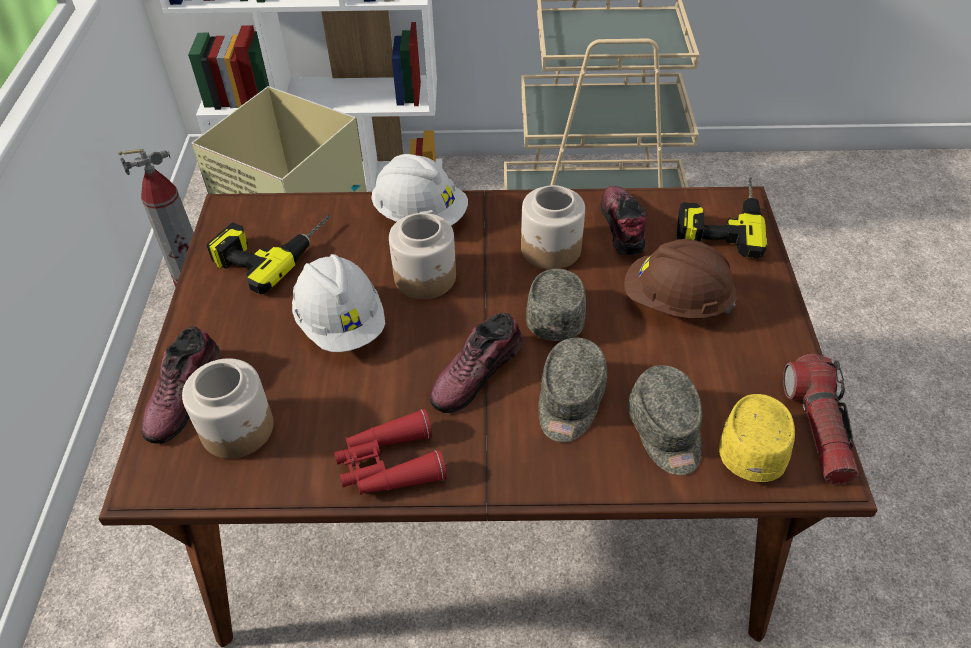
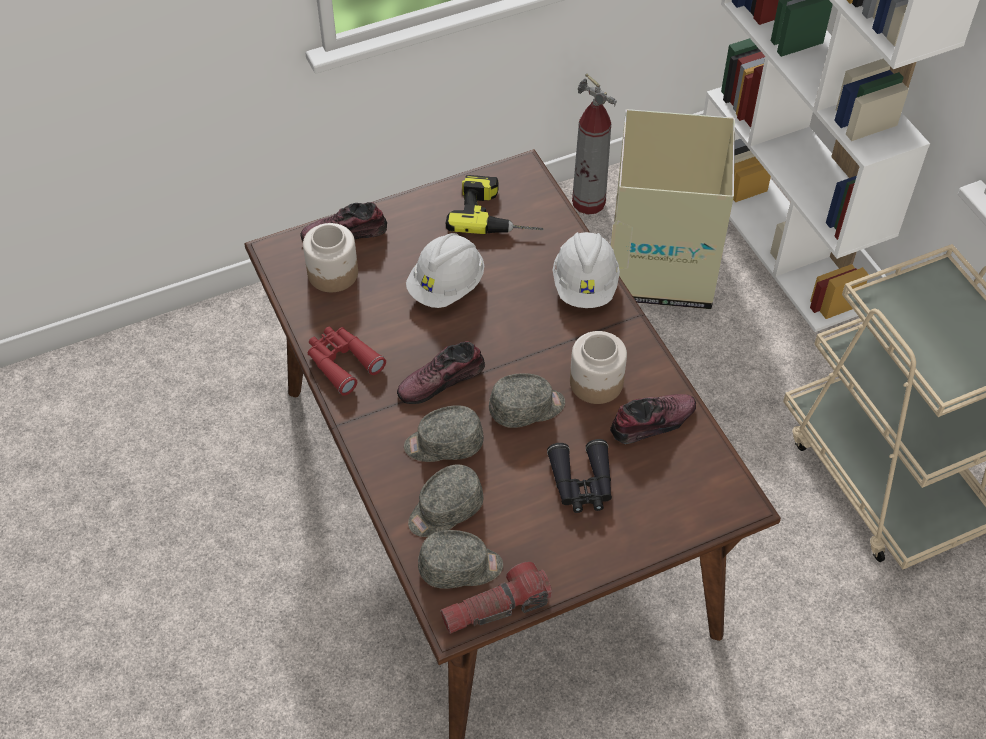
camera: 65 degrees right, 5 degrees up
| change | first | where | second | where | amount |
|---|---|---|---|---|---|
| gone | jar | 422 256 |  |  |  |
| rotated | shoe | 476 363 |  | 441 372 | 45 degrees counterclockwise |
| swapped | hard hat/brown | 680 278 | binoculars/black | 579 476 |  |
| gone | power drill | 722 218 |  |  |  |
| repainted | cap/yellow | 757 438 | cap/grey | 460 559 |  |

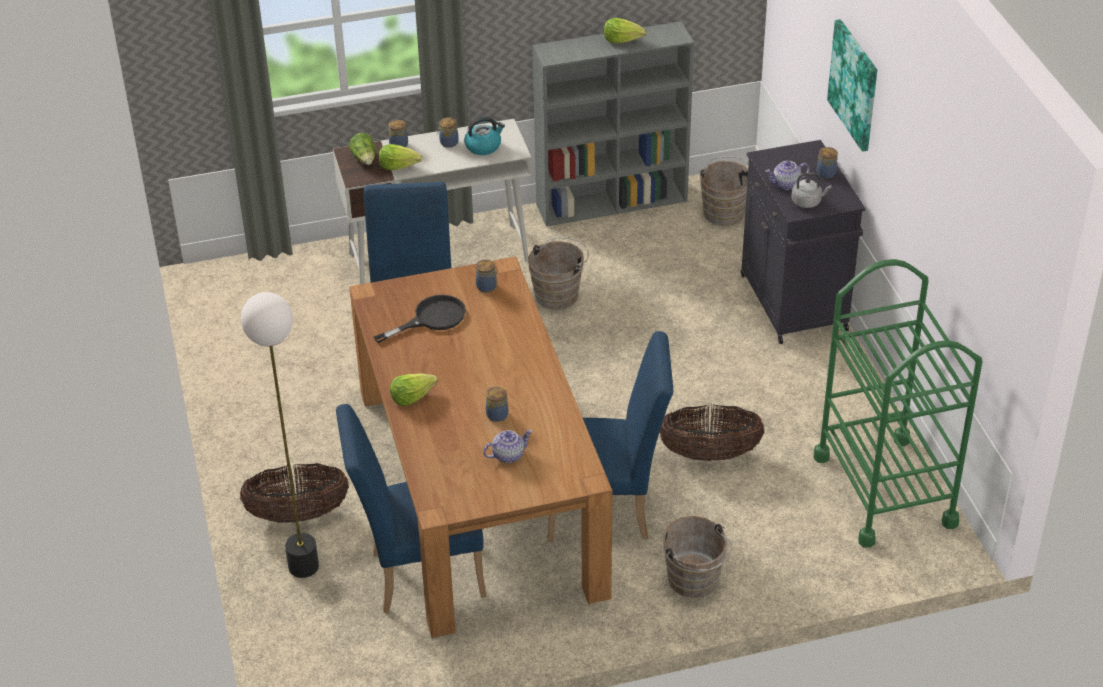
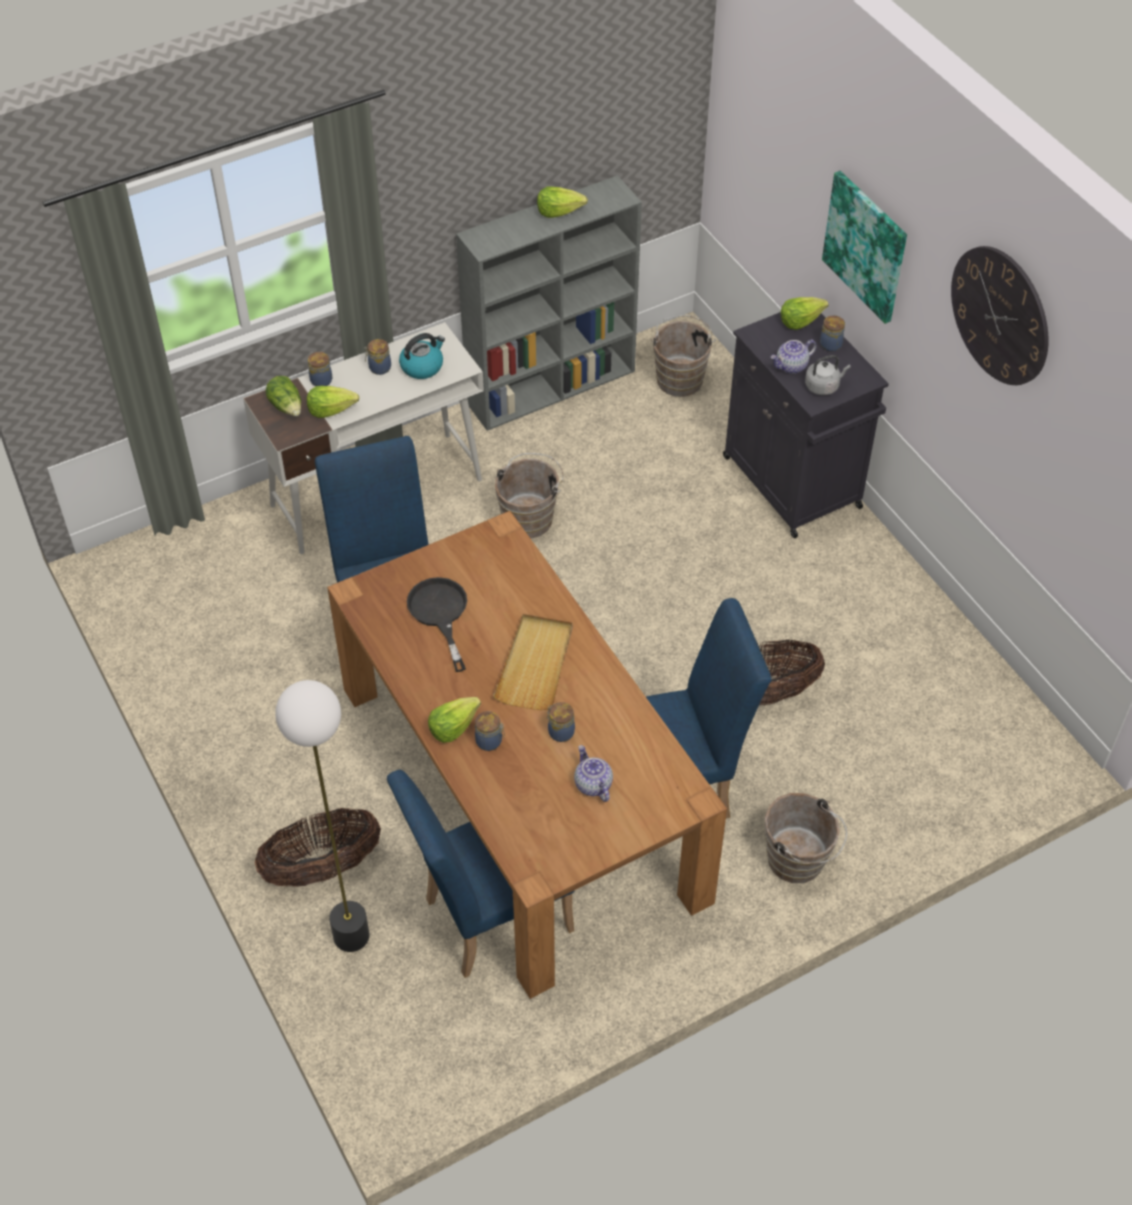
camera: 15 degrees left, 10 degrees up
| change | first | where | second | where | amount |
|---|---|---|---|---|---|
| rotated | frying pan/black | 420 319 |  | 437 624 | 60 degrees counterclockwise |
| shifted | jar | 487 276 |  | 490 731 |  |
| rotated | teapot | 508 446 |  | 593 773 | 75 degrees counterclockwise |
| gone | cart/green | 898 403 |  |  |  |
| new |  |  | tray/beige | 533 662 |  |
| new |  |  | lettuce | 805 313 |  |
| new |  |  | wall clock | 1000 315 |  |

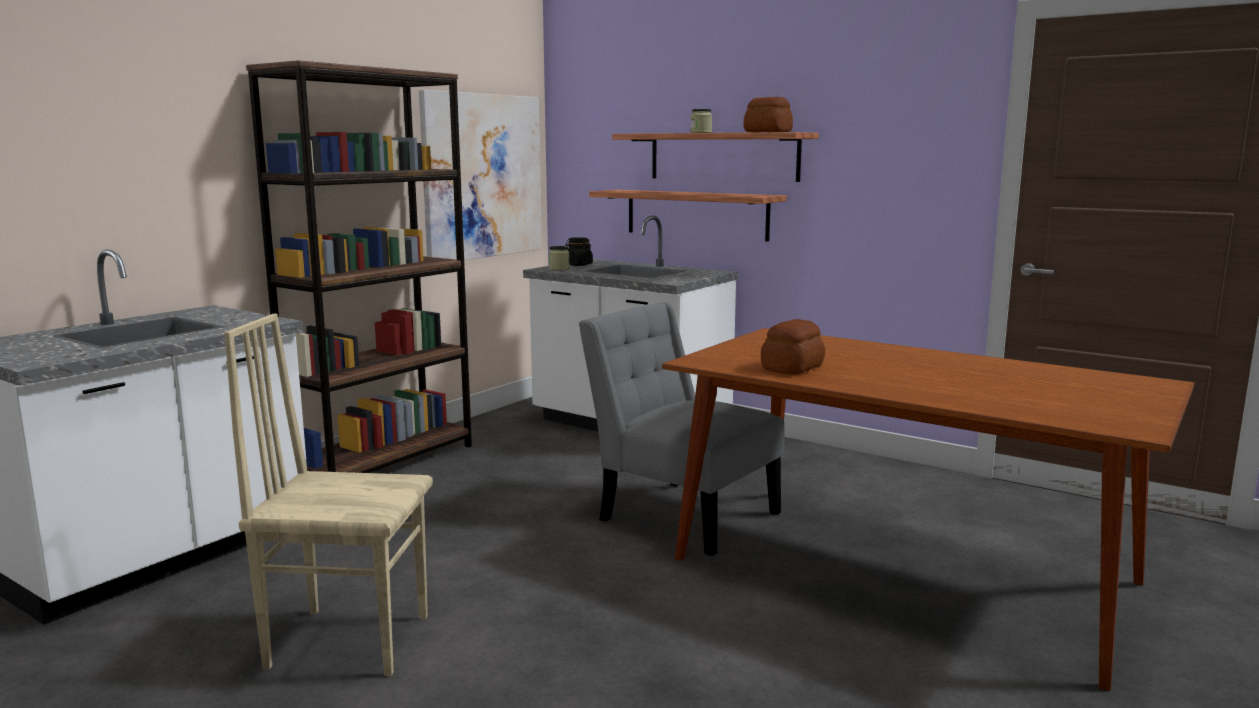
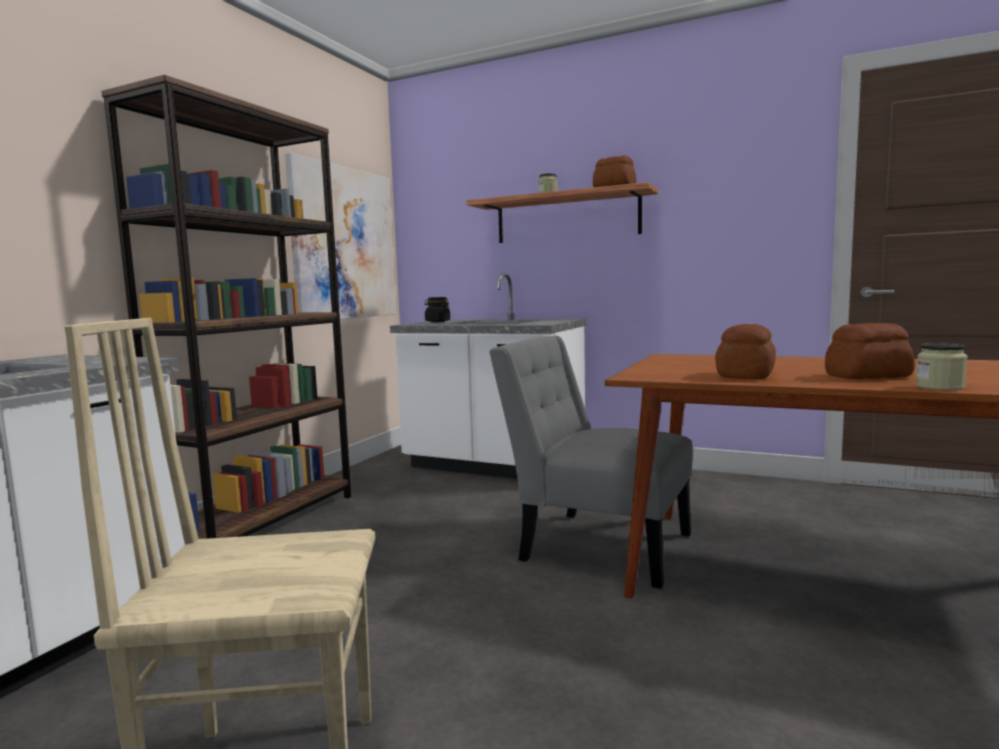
camera: 10 degrees left, 5 degrees down
| change | first | where | second | where | amount |
|---|---|---|---|---|---|
| shifted | jar | 559 258 |  | 942 366 |  |
| gone | shelf | 688 216 |  |  |  |
| new |  |  | bread | 870 351 |  |

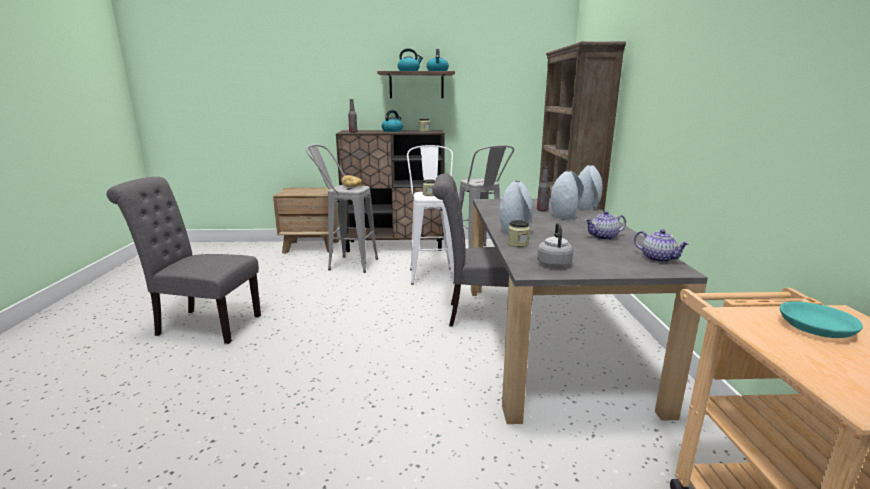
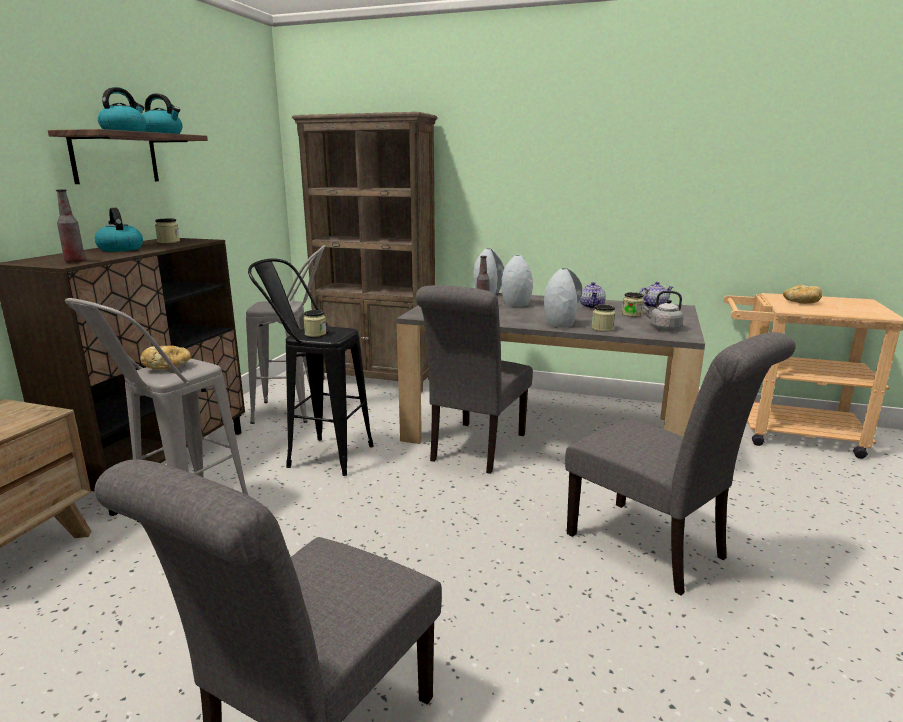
camera: 70 degrees left, 0 degrees up
| change | first | where | second | where | amount |
|---|---|---|---|---|---|
| repainted | stool/white | 431 215 | stool/black | 311 367 |  |
| swapped | bowl/turquoise | 821 319 | bread | 802 294 |  |
| new |  |  | chair/grey | 680 463 |  |
| new |  |  | jar | 633 304 |  |

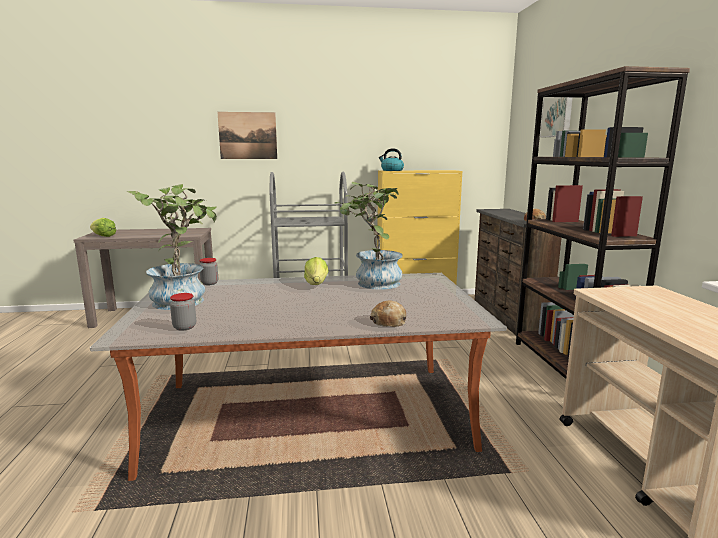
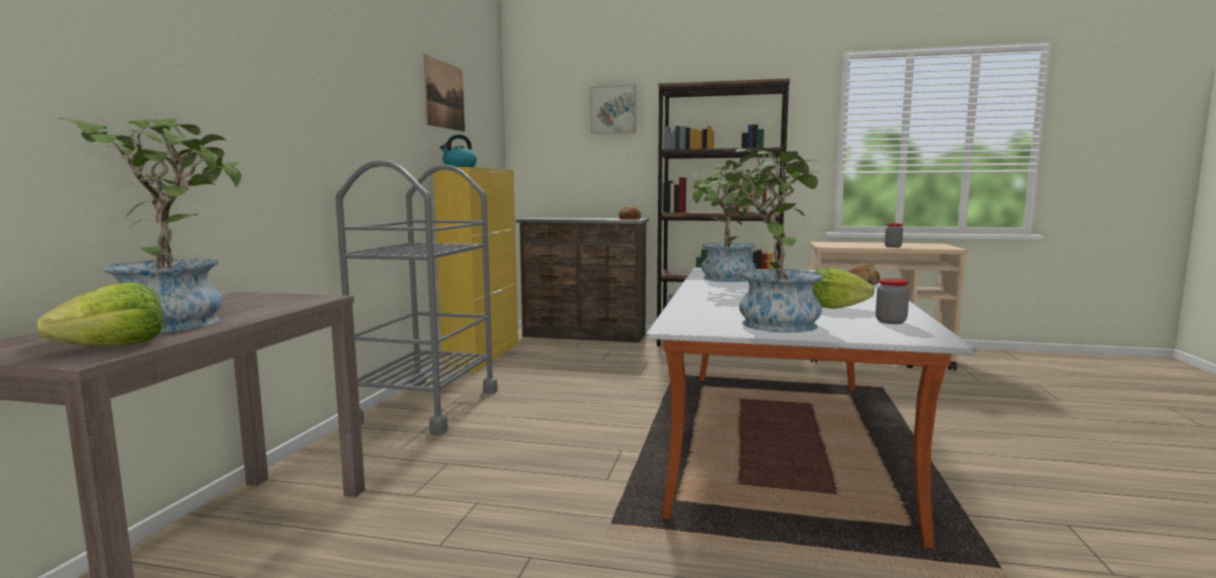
camera: 70 degrees left, 5 degrees down
| change | first | where | second | where | amount |
|---|---|---|---|---|---|
| shifted | jar | 208 271 |  | 894 235 |  |
| shifted | picture | 247 135 |  | 444 93 |  |
| shifted | lettuce | 316 271 |  | 844 288 |  |
| new |  |  | potted plant | 151 225 |  |

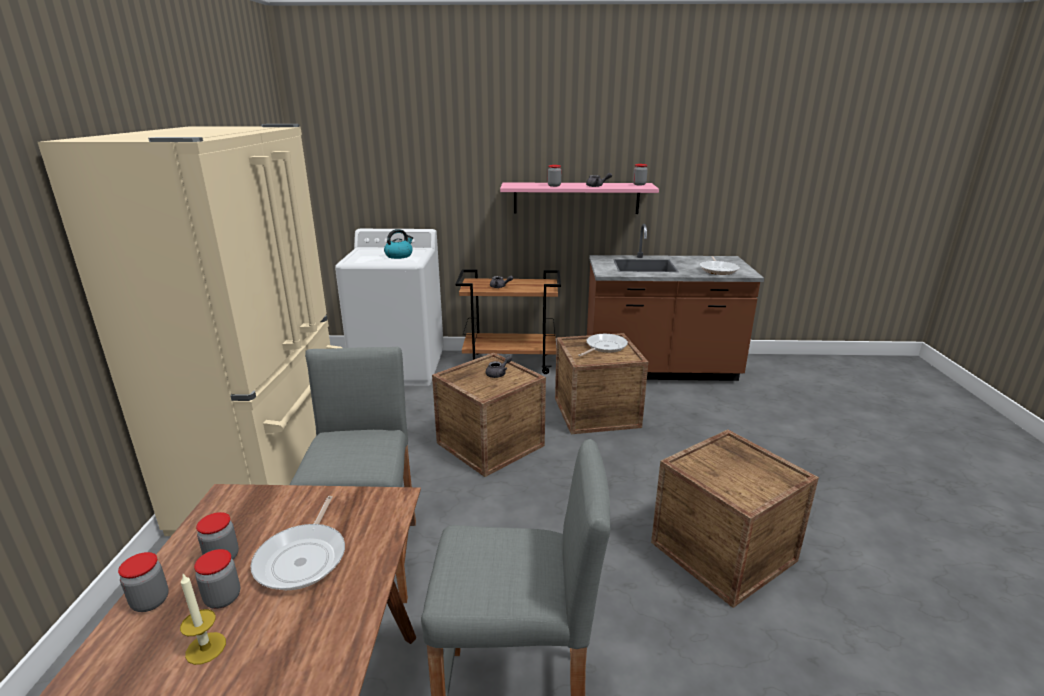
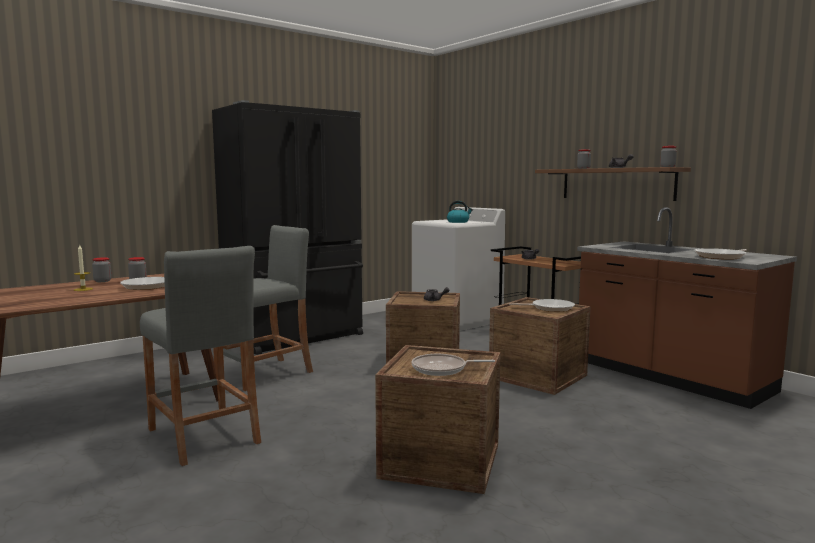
camera: 50 degrees right, 15 degrees down
| change | first | where | second | where | amount |
|---|---|---|---|---|---|
| repainted | fridge/beige | 190 330 | fridge/black | 287 227 |  |
| gone | jar | 217 579 |  |  |  |
| repainted | shelf/pink | 579 198 | shelf/brown | 613 184 |  |
| new |  |  | frying pan | 453 365 |  |

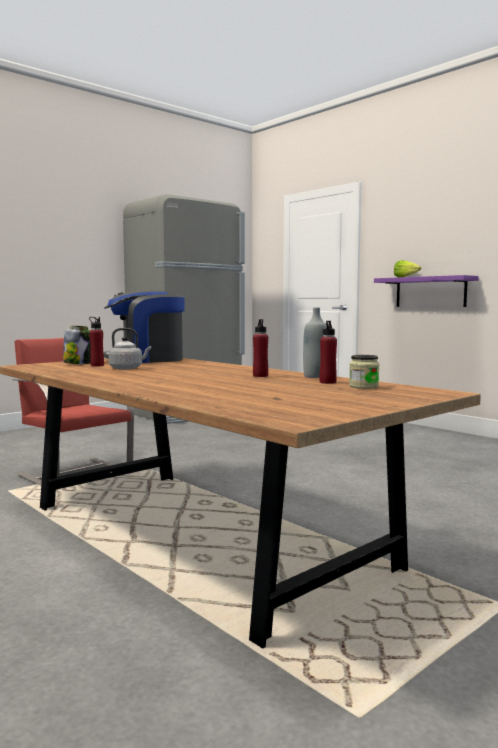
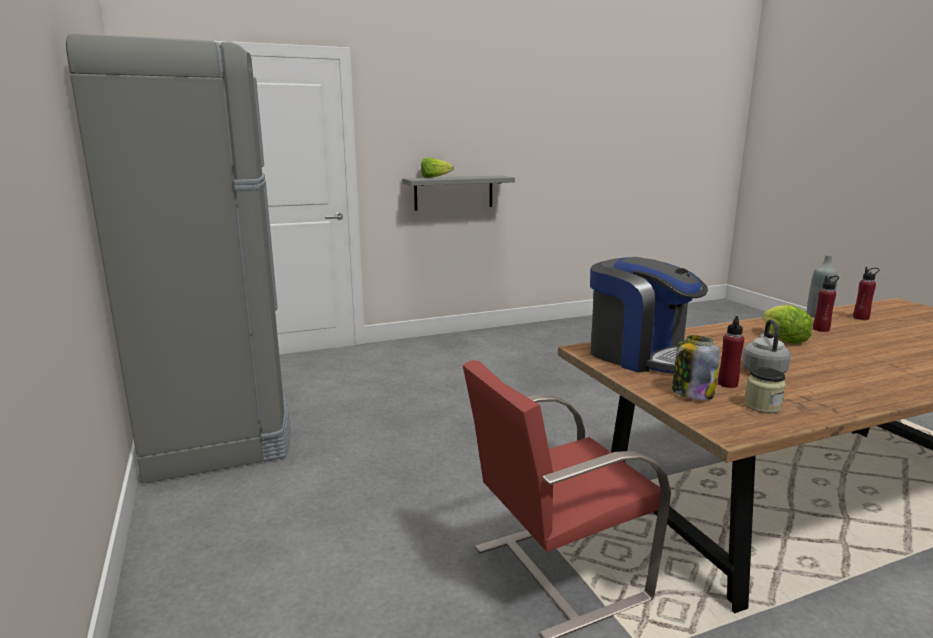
camera: 70 degrees left, 10 degrees up
| change | first | where | second | where | amount |
|---|---|---|---|---|---|
| rotated | coffee machine | 144 326 |  | 649 315 | 45 degrees counterclockwise |
| shifted | jar | 364 372 |  | 765 390 |  |
| repainted | shelf/purple | 426 291 | shelf/grey | 458 193 |  |
| new |  |  | lettuce | 787 324 |  |

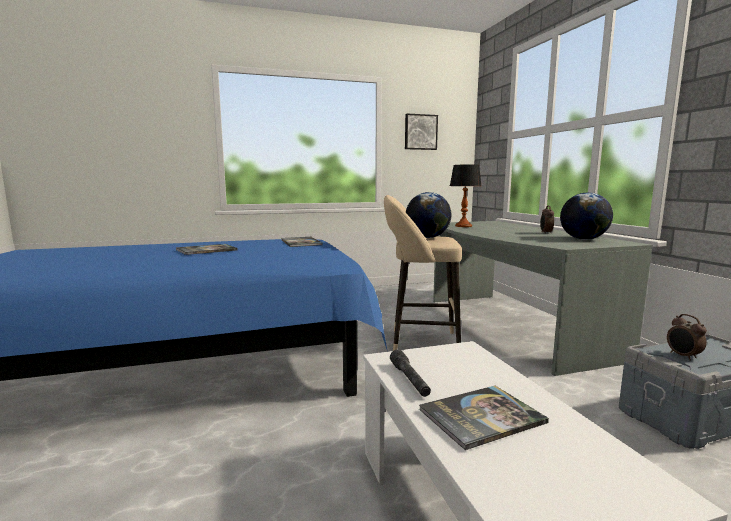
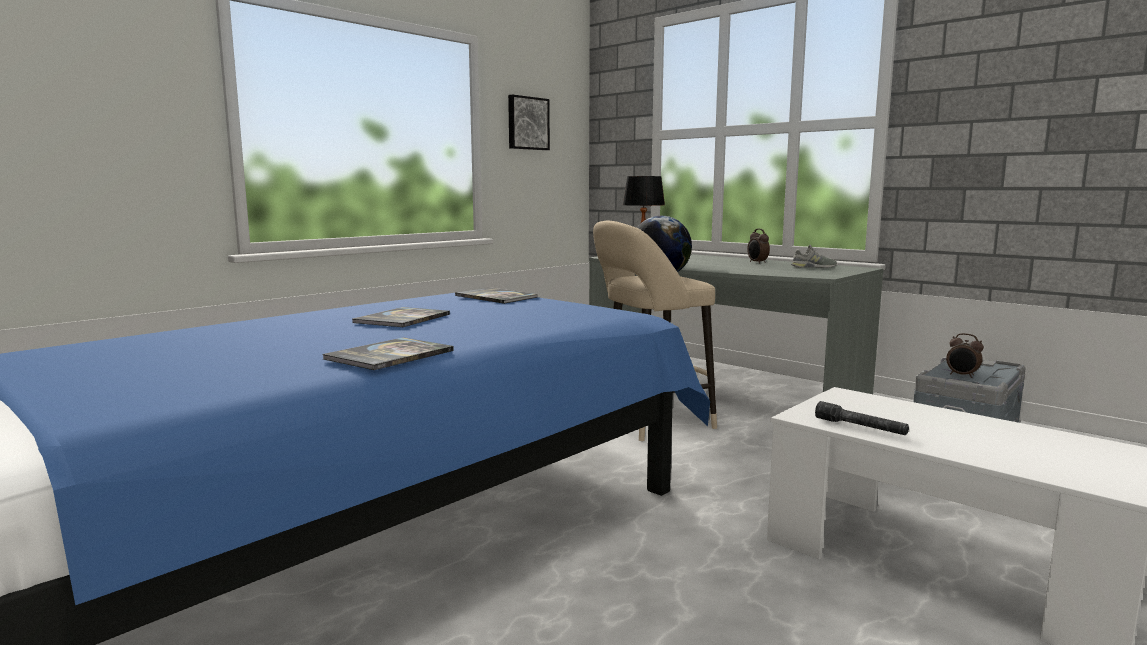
camera: 30 degrees left, 0 degrees up
| change | first | where | second | where | amount |
|---|---|---|---|---|---|
| shifted | book | 484 418 |  | 388 354 |  |
| swapped | globe | 586 216 | shoe/grey | 814 256 |  |

